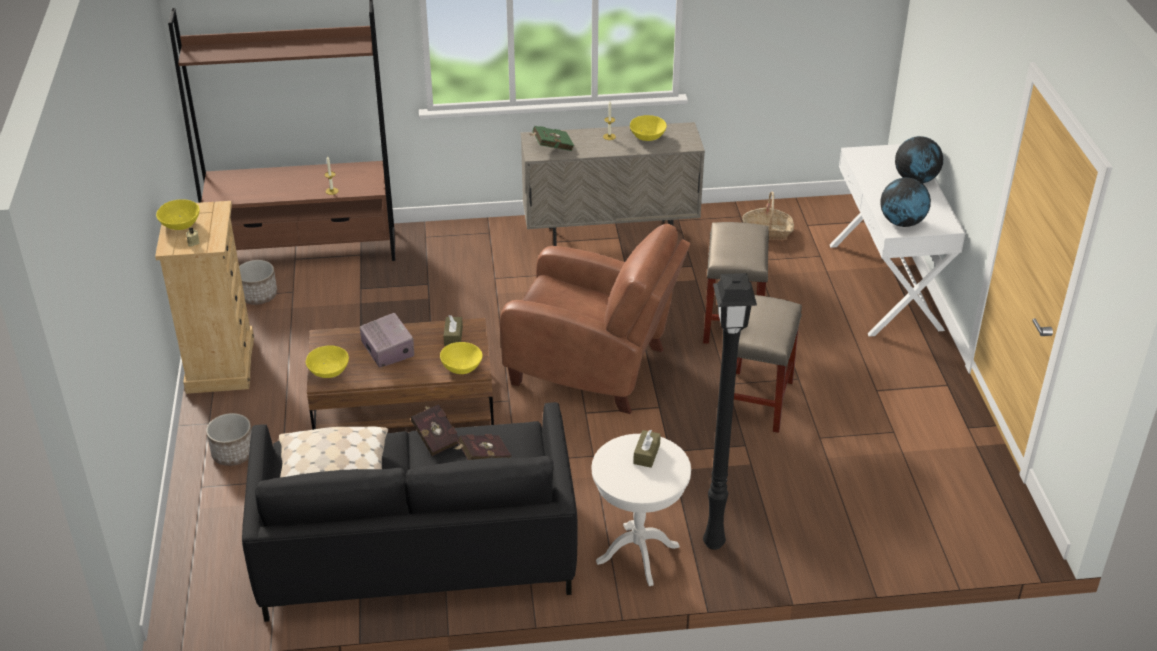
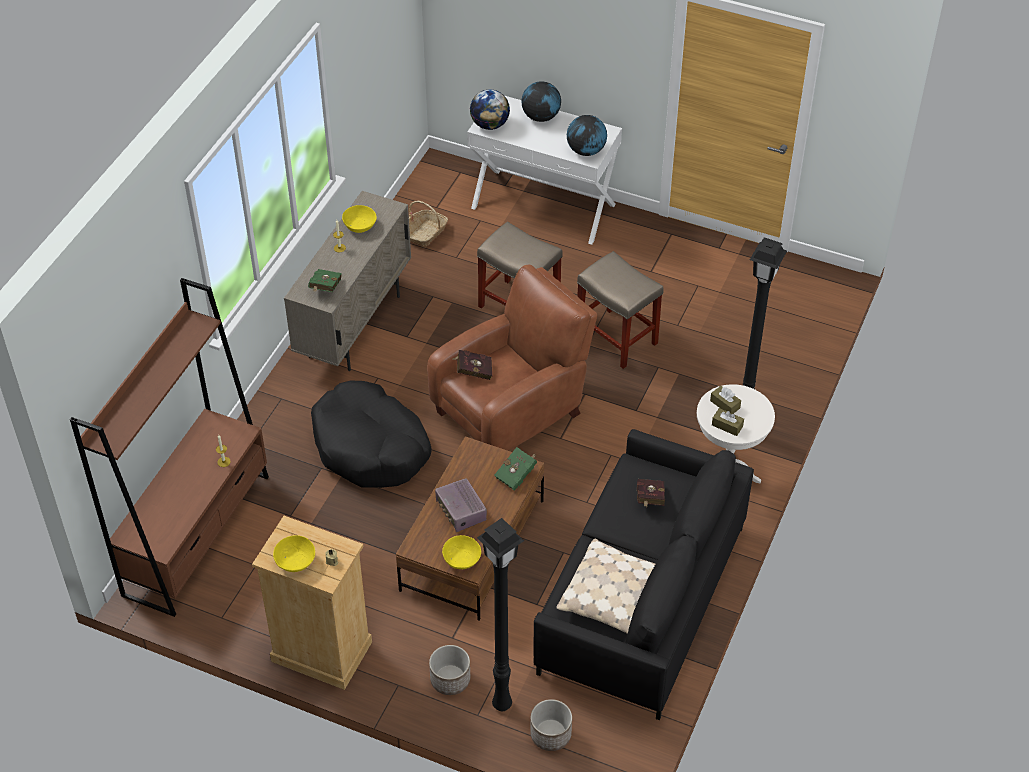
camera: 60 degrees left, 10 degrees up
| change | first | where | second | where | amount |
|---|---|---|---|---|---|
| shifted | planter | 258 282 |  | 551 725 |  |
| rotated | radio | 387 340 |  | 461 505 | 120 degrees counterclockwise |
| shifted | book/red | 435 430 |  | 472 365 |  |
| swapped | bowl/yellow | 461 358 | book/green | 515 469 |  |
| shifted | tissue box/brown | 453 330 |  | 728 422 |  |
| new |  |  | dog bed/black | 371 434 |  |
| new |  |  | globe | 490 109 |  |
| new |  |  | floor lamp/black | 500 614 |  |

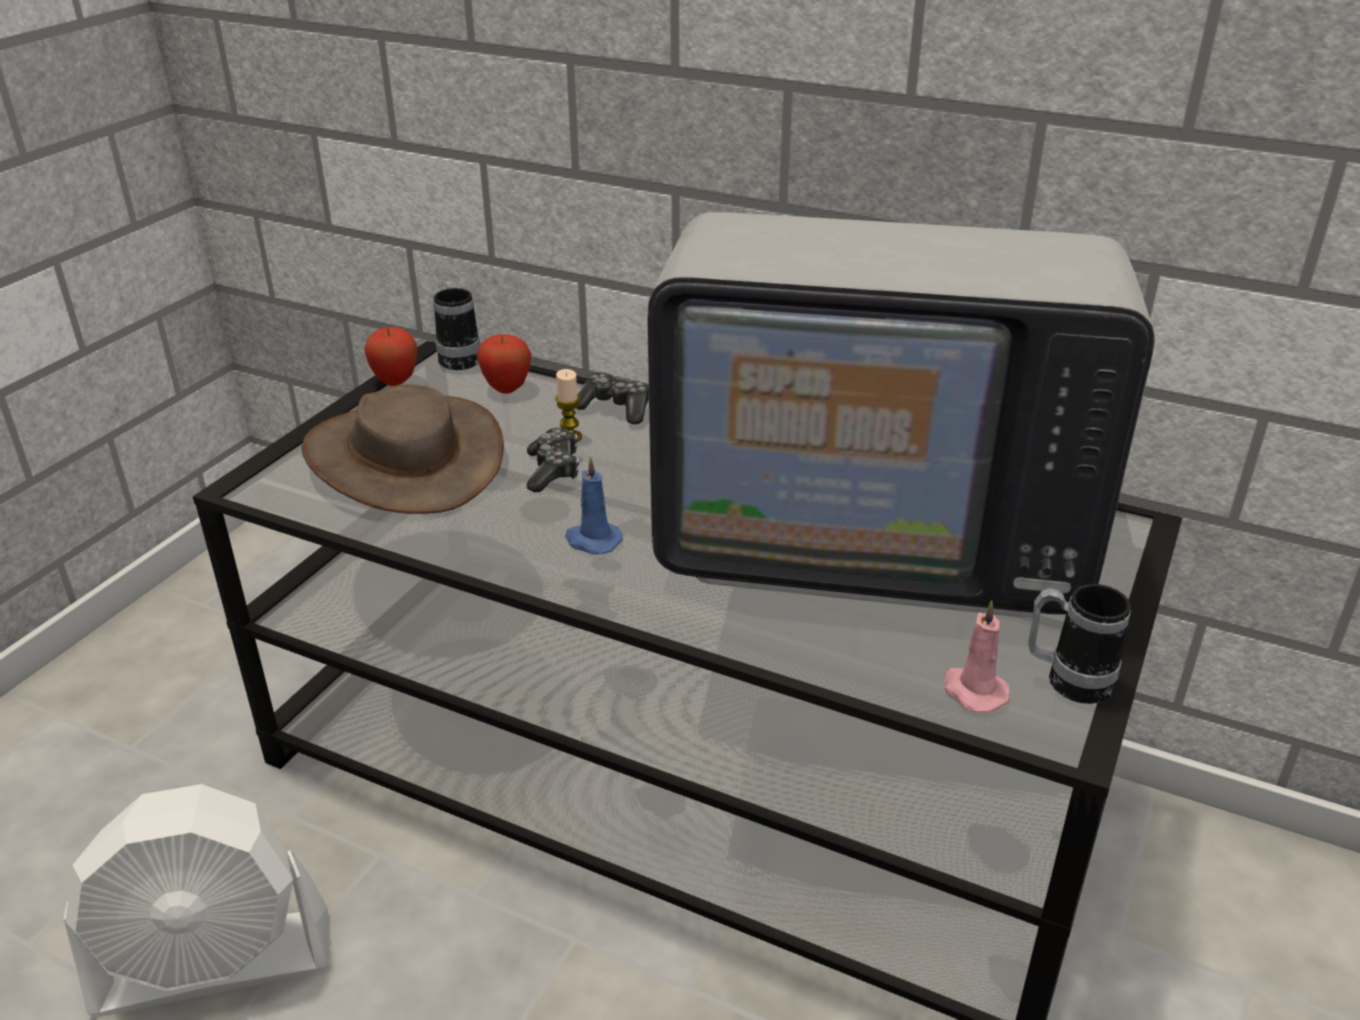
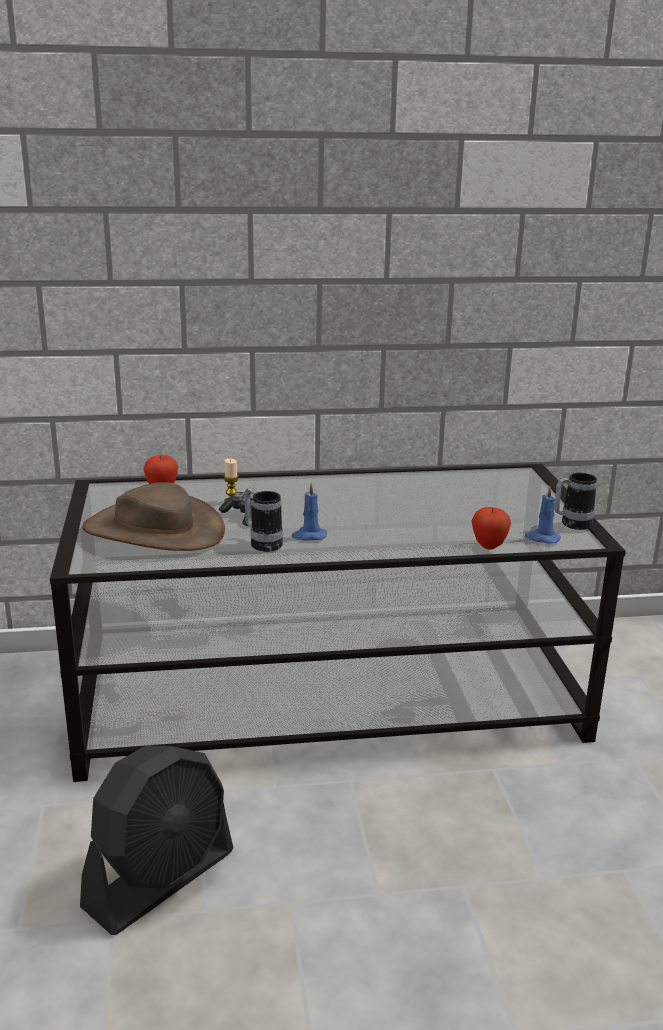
camera: 35 degrees left, 10 degrees down
| change | first | where | second | where | amount |
|---|---|---|---|---|---|
| repainted | fan/white | 196 900 | fan/black | 156 840 |  |
| shifted | apple | 391 356 |  | 491 528 |  |
| shifted | mug | 456 325 |  | 263 520 |  |
| gone | game controller | 612 398 |  |  |  |
| gone | television | 901 414 |  |  |  |
| repainted | candle/pink | 977 656 | candle/blue | 543 515 |  |

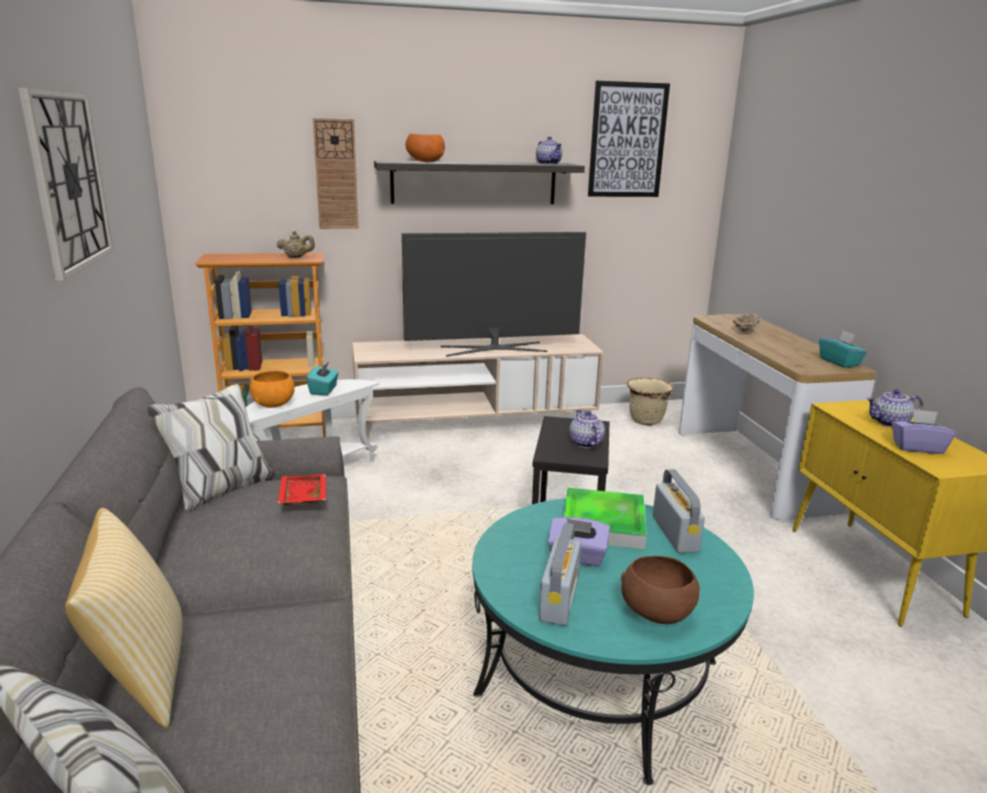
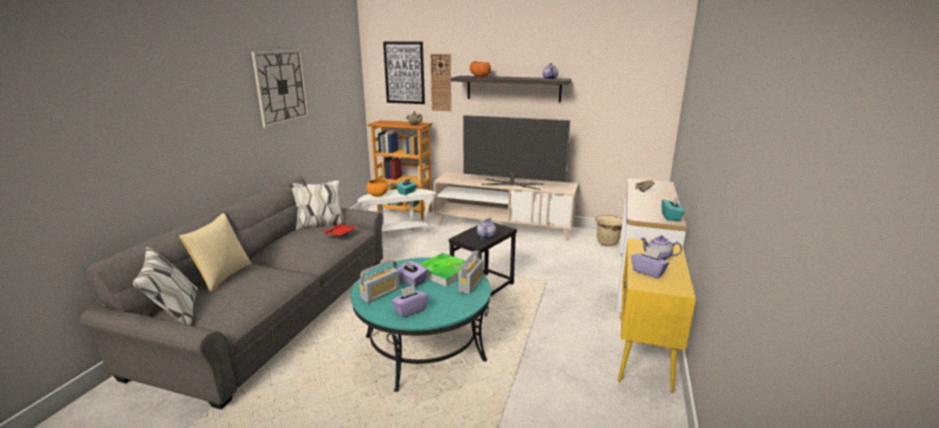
camera: 30 degrees right, 0 degrees up
| change | first | where | second | where | amount |
|---|---|---|---|---|---|
| shifted | picture | 629 139 |  | 404 72 |  |
| swapped | bowl/brown | 660 590 | tissue box/purple | 409 301 |  |

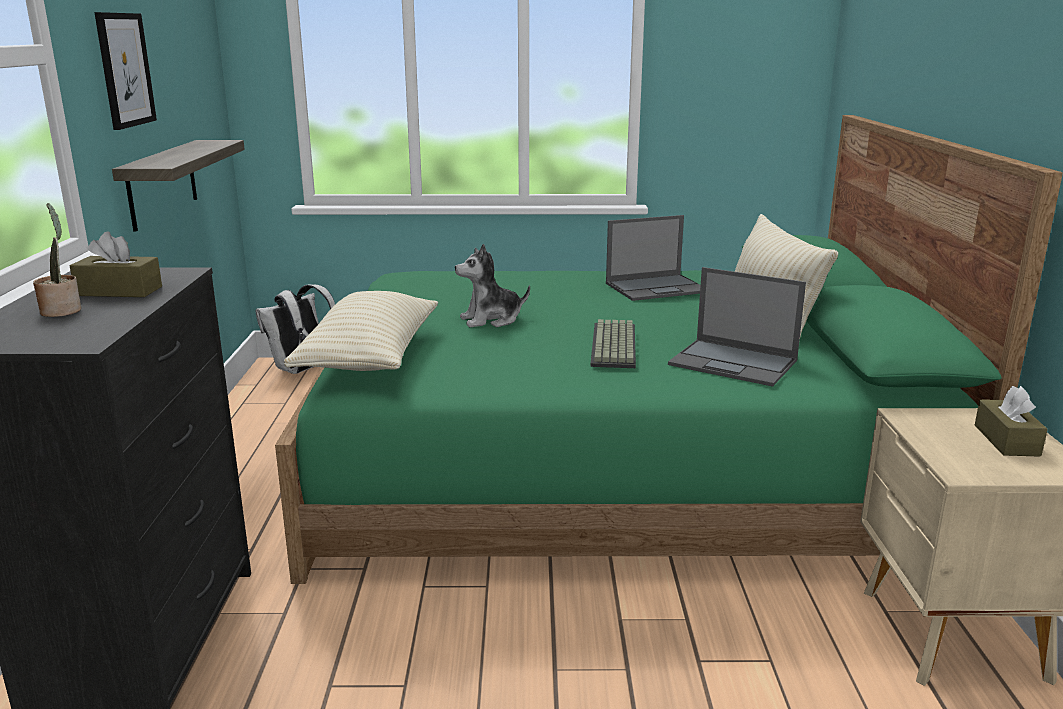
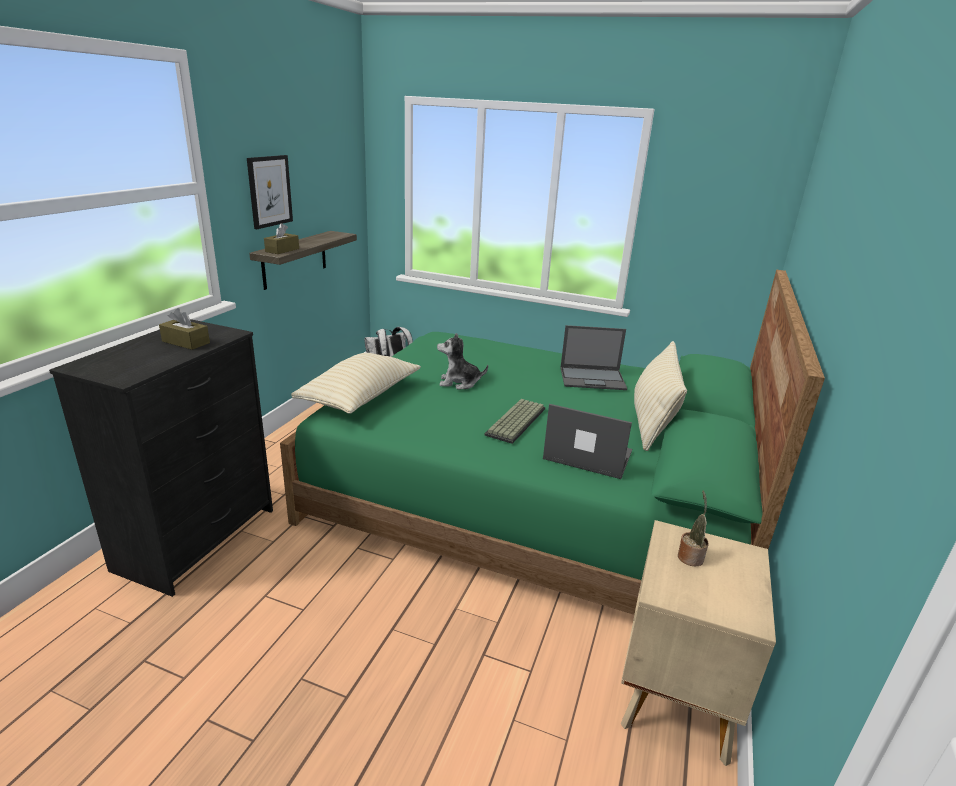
camera: 20 degrees right, 5 degrees up
| change | first | where | second | where | amount |
|---|---|---|---|---|---|
| shifted | potted plant | 57 260 |  | 693 528 |  |
| rotated | laptop | 737 327 |  | 587 441 | 150 degrees clockwise |
| shifted | tissue box/brown | 1011 421 |  | 281 238 |  |

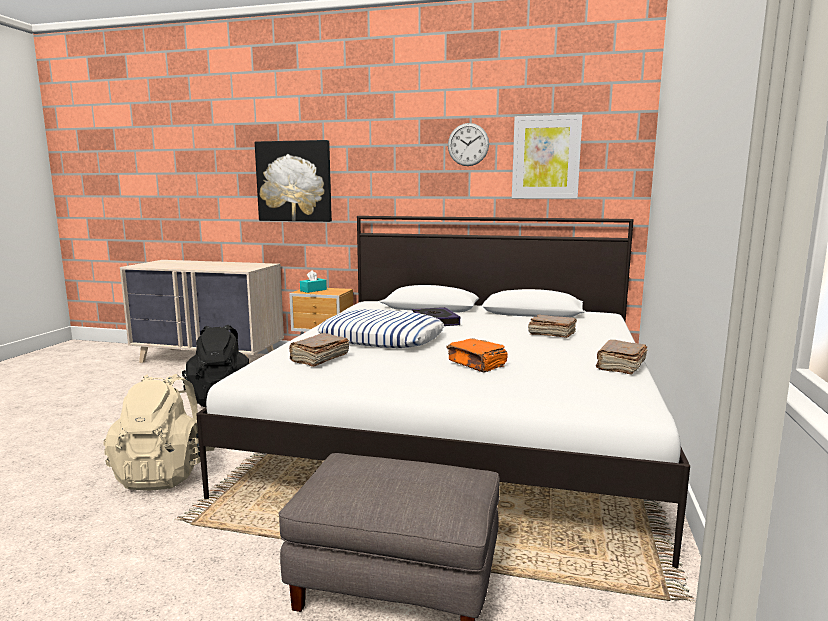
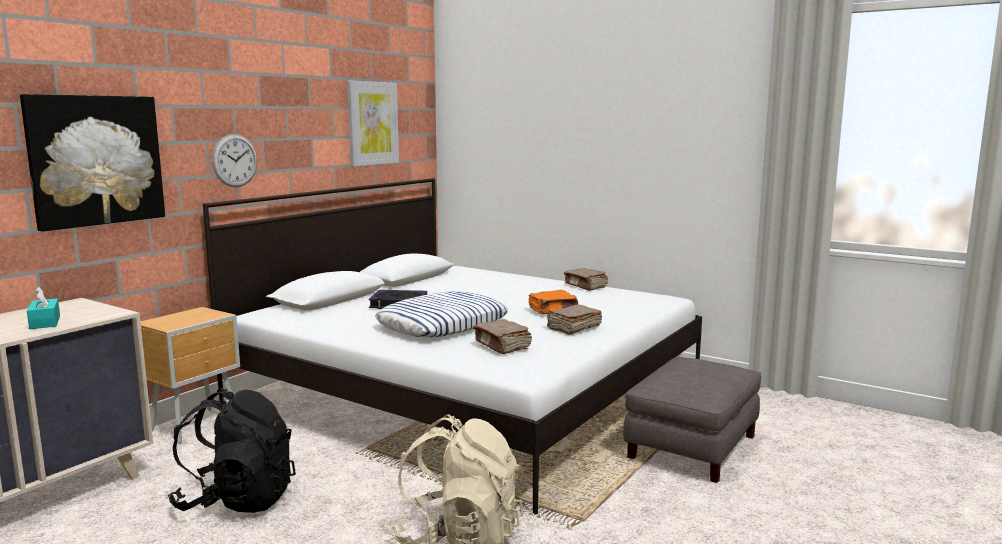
camera: 70 degrees left, 0 degrees up
| change | first | where | second | where | amount |
|---|---|---|---|---|---|
| shifted | tissue box/turquoise | 313 281 |  | 43 308 |  |
| shifted | wall clock | 468 144 |  | 234 160 |  |
| shifted | book/brown | 552 326 |  | 574 319 |  |

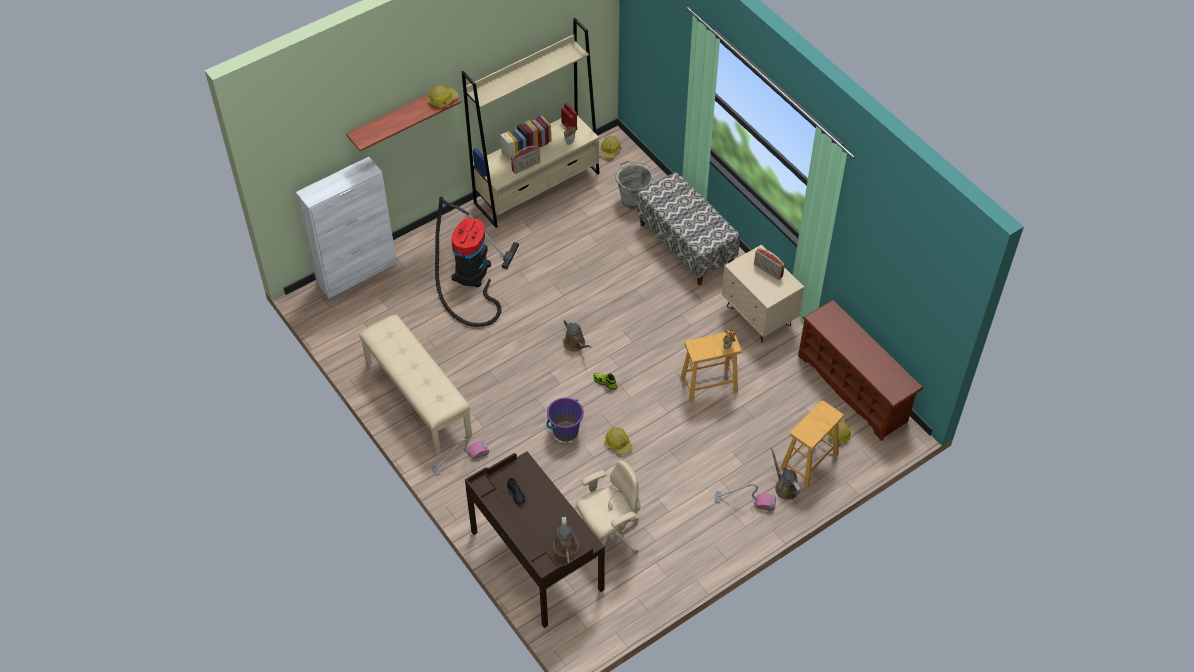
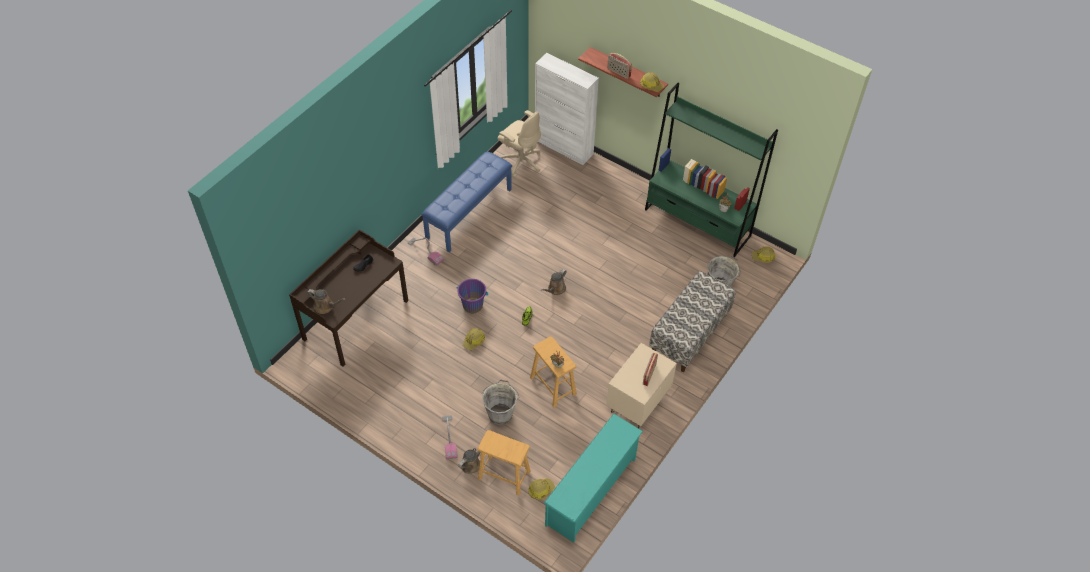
camera: 70 degrees right, 0 degrees up
| change | first | where | second | where | amount |
|---|---|---|---|---|---|
| repainted | bench/beige | 415 385 | bench/blue | 466 202 |  |
| gone | vacuum cleaner | 477 262 |  |  |  |
| repainted | bookcase/beige | 531 123 | bookcase/green | 711 170 |  |
| shifted | radio | 525 159 |  | 619 66 |  |
| rotated | watering can/brown | 566 540 |  | 326 301 | 135 degrees counterclockwise |
| shifted | office chair/beige | 608 510 |  | 519 144 |  |
| repainted | shoe rack/brown | 860 370 | shoe rack/turquoise | 593 478 |  |
| new |  |  | bucket/grey | 501 402 |  |

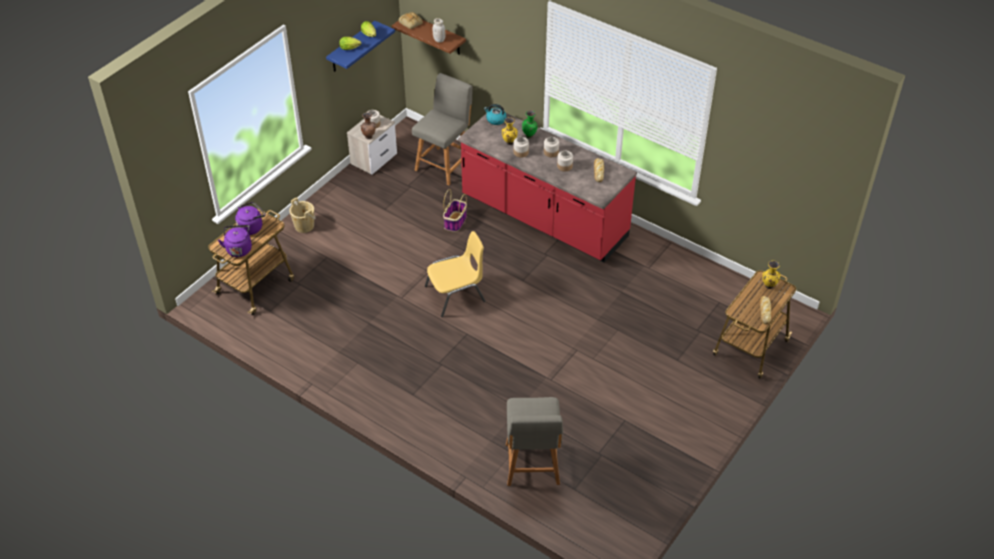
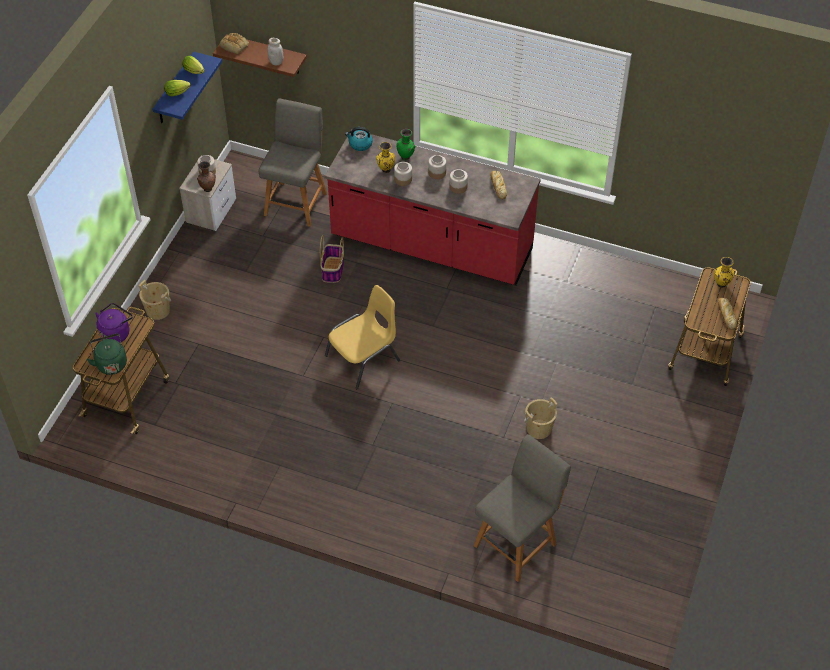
camera: 15 degrees left, 5 degrees up
| change | first | where | second | where | amount |
|---|---|---|---|---|---|
| repainted | kettle/purple | 235 241 | kettle/green | 107 354 |  |
| rotated | chair/grey | 534 441 |  | 522 508 | 120 degrees counterclockwise |
| new |  |  | bucket/beige | 540 418 |  |

